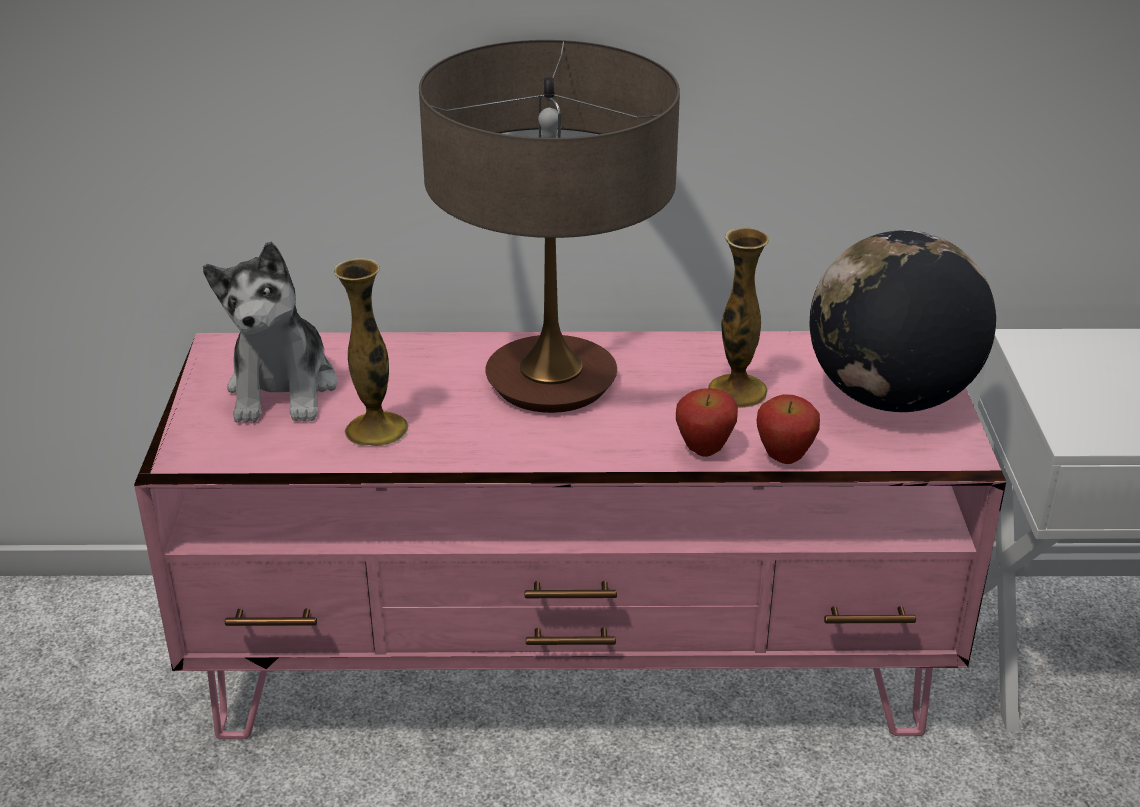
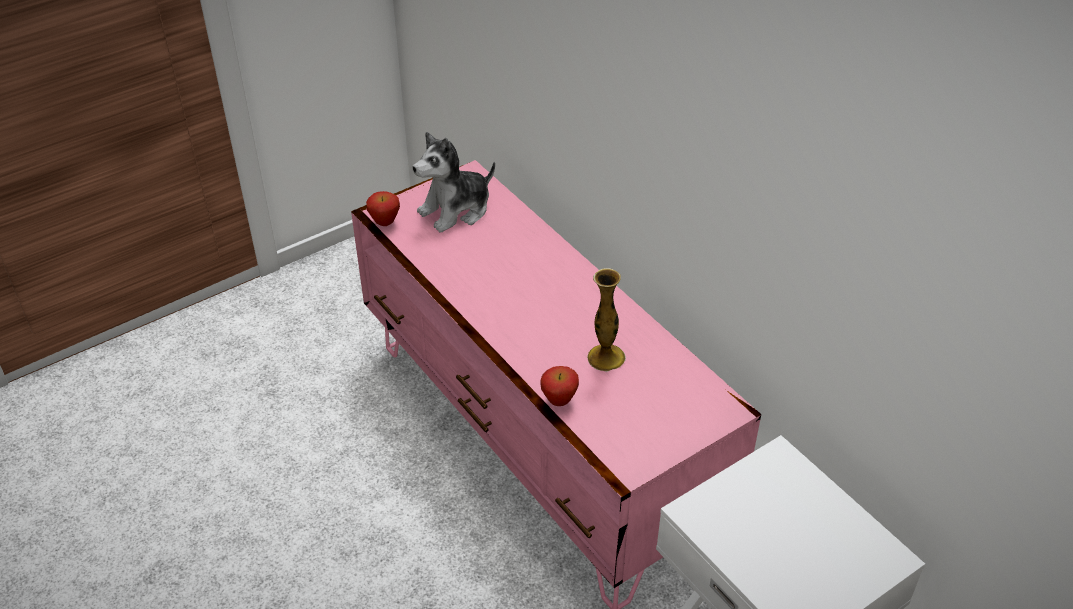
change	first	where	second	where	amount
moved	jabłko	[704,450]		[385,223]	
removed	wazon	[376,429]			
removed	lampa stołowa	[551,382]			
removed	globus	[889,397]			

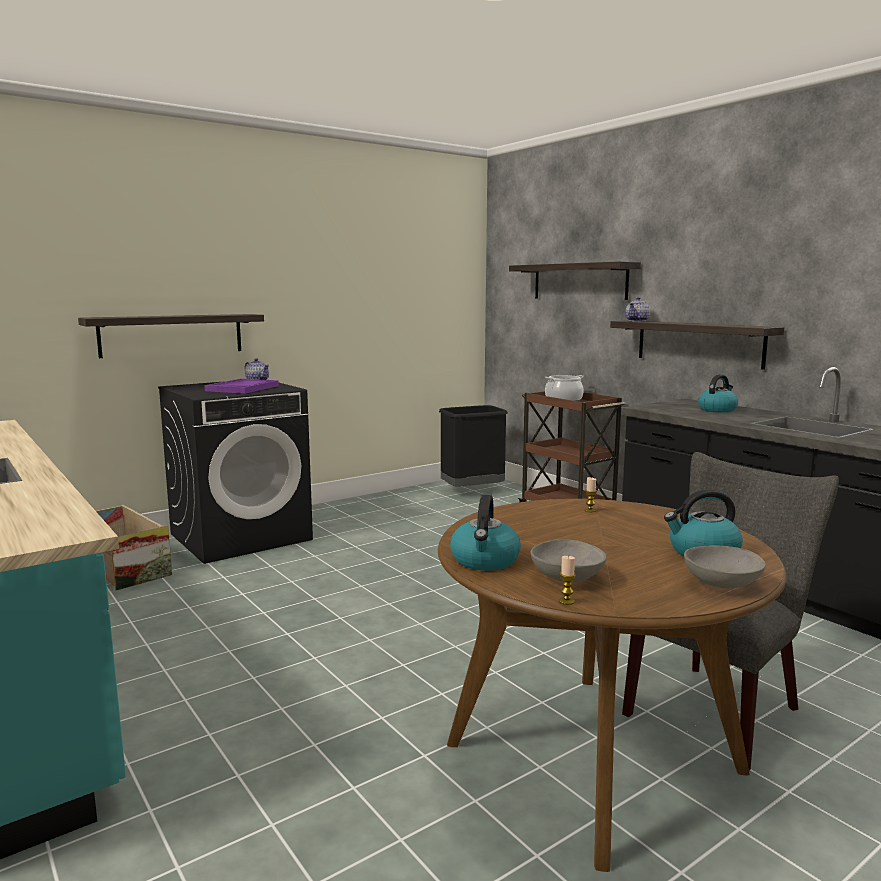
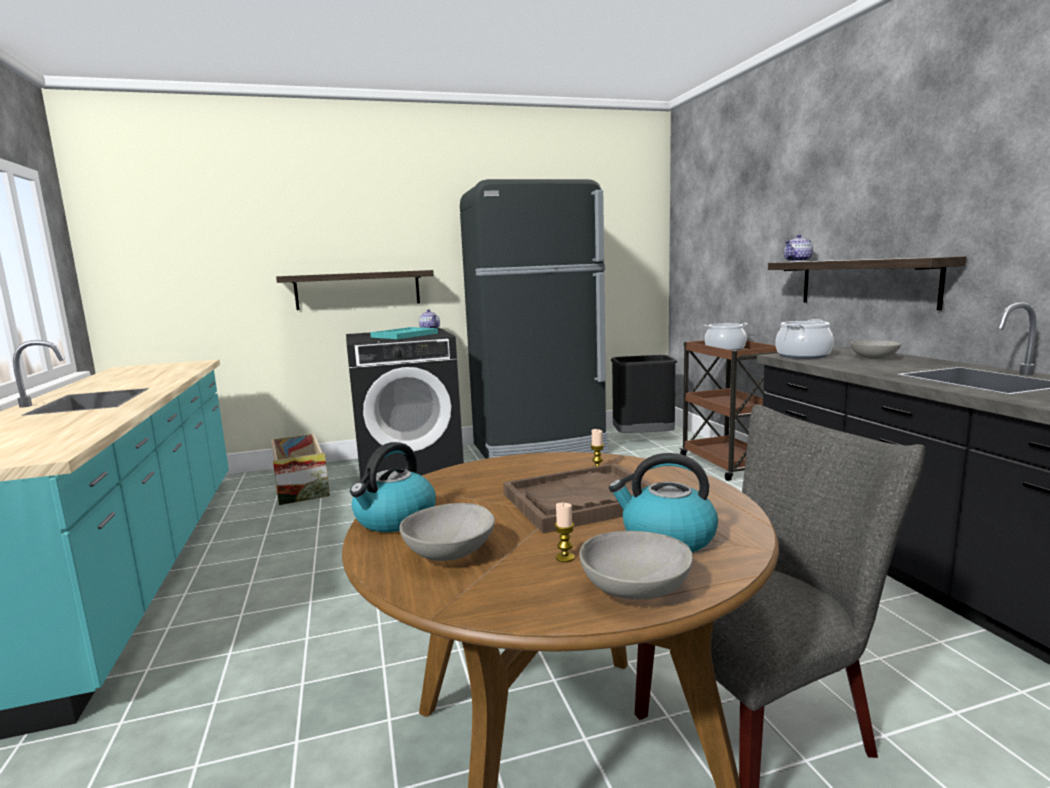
change	first	where	second	where	amount
recoloured	taca (fioletowy)	[242,388]	taca (turkusowy)	[404,335]	
added			lodówka (czarny)	[539,450]	
added			taca (brązowy)	[582,500]	
moved	świeca	[566,601]		[565,557]	
added			garnek	[802,356]	
replaced	czajnik	[717,410]	miska (szary)	[873,358]	
removed	półka	[579,281]			

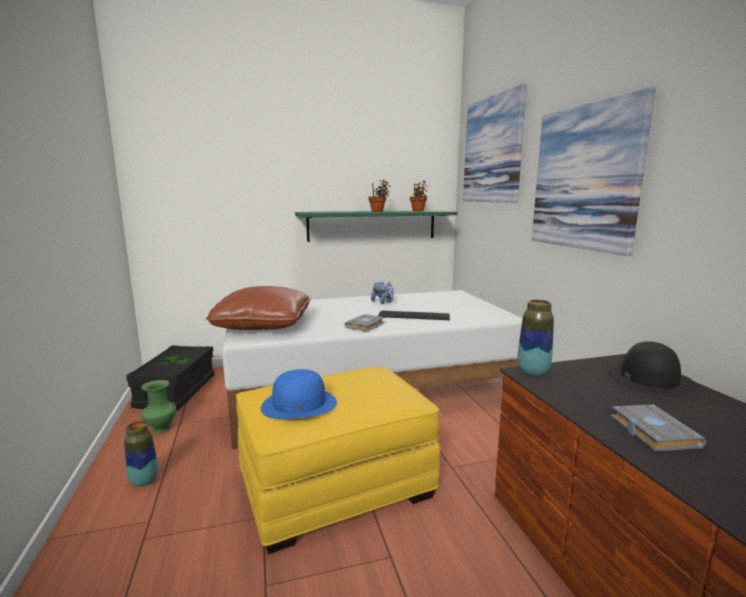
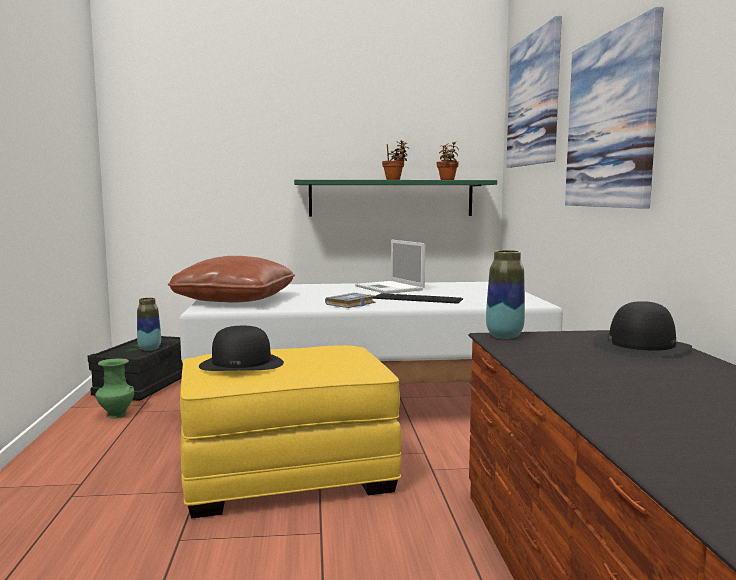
change	first	where	second	where	amount
moved	wazon	[144,481]		[149,349]	
recoloured	kapelusz (niebieski)	[299,404]	kapelusz (czarny)	[242,364]	
replaced	pluszak	[383,302]	laptop	[390,288]	
removed	książka (szary)	[650,431]			

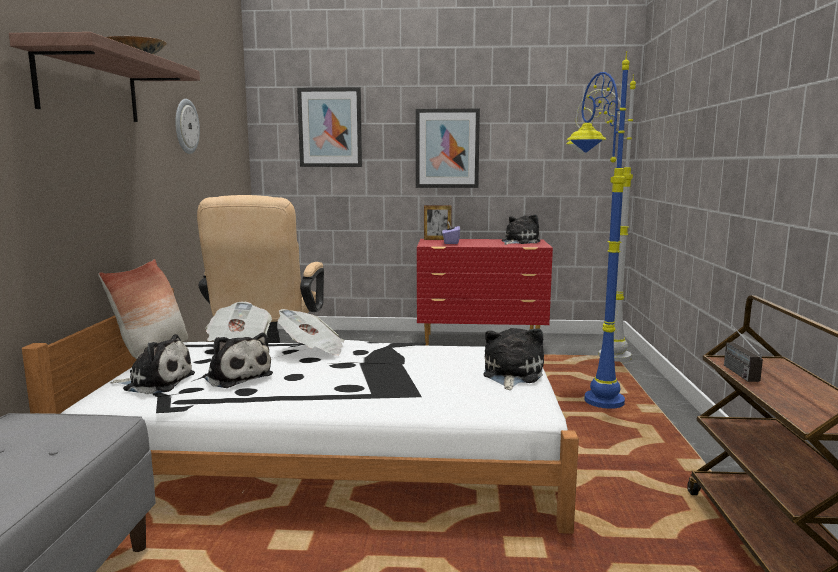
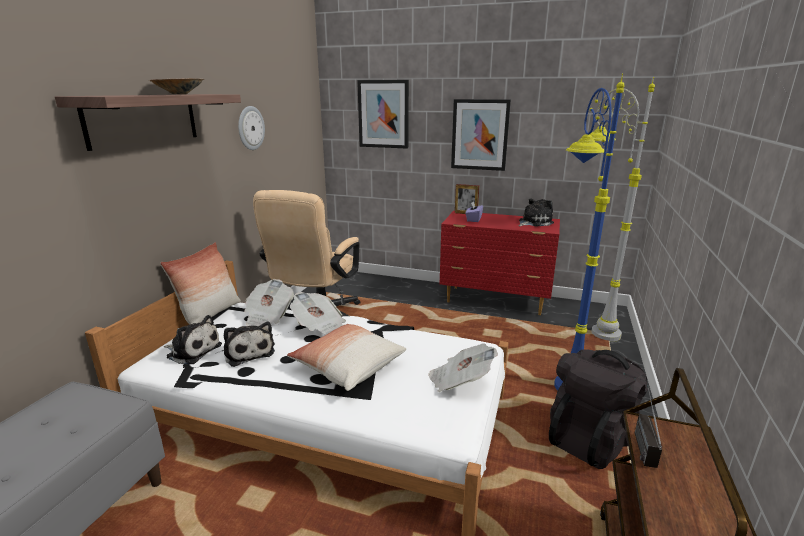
change	first	where	second	where	amount
added			poduszka	[347,367]	
replaced	pluszak	[511,375]	gazeta	[460,381]	
added			plecak (czarny)	[590,438]	

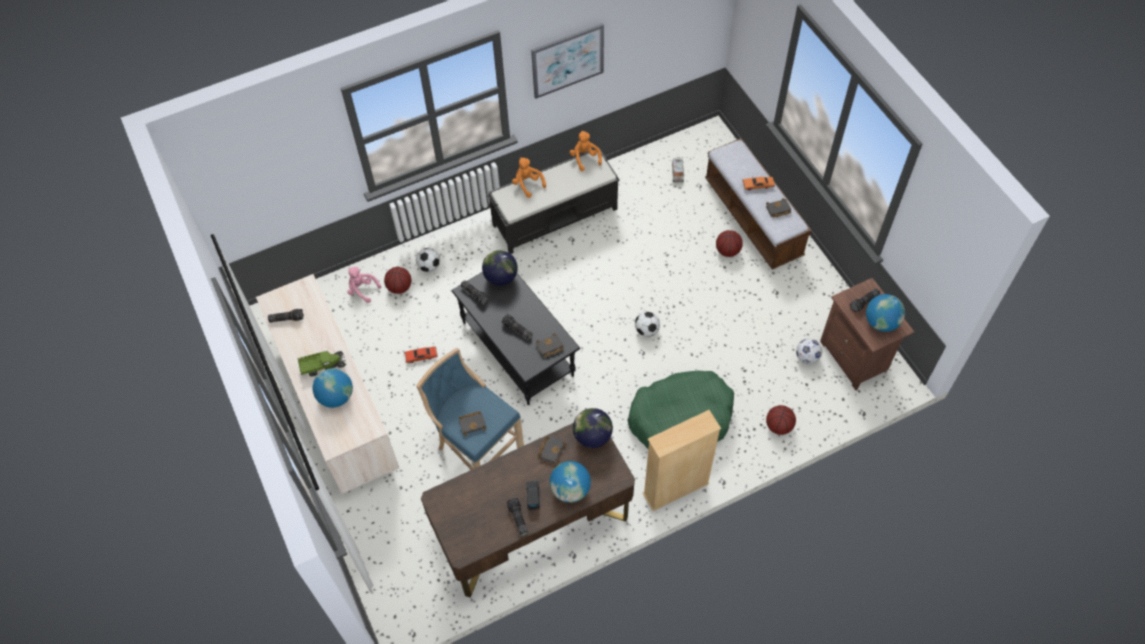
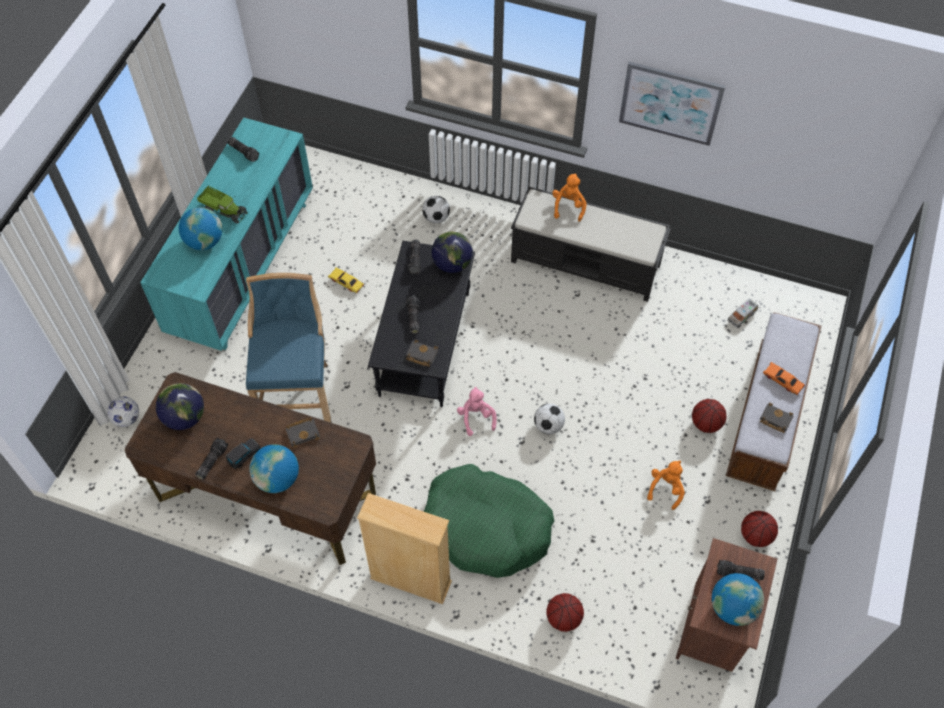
change	first	where	second	where	amount
moved	piłka futbolowa	[806,357]		[127,418]	
recoloured	komoda (beżowy)	[337,407]	komoda (turkusowy)	[243,267]	
moved	globus	[592,436]		[185,417]	
recoloured	samochodzik (czerwony)	[421,356]	samochodzik (żółty)	[346,283]	
moved	pluszak (różowy)	[362,290]		[476,417]	
moved	pluszak (pomarańczowy)	[585,158]		[666,488]	
moved	piłka do koszykówki	[400,287]		[755,536]	
removed	książka (czarny)	[473,423]			

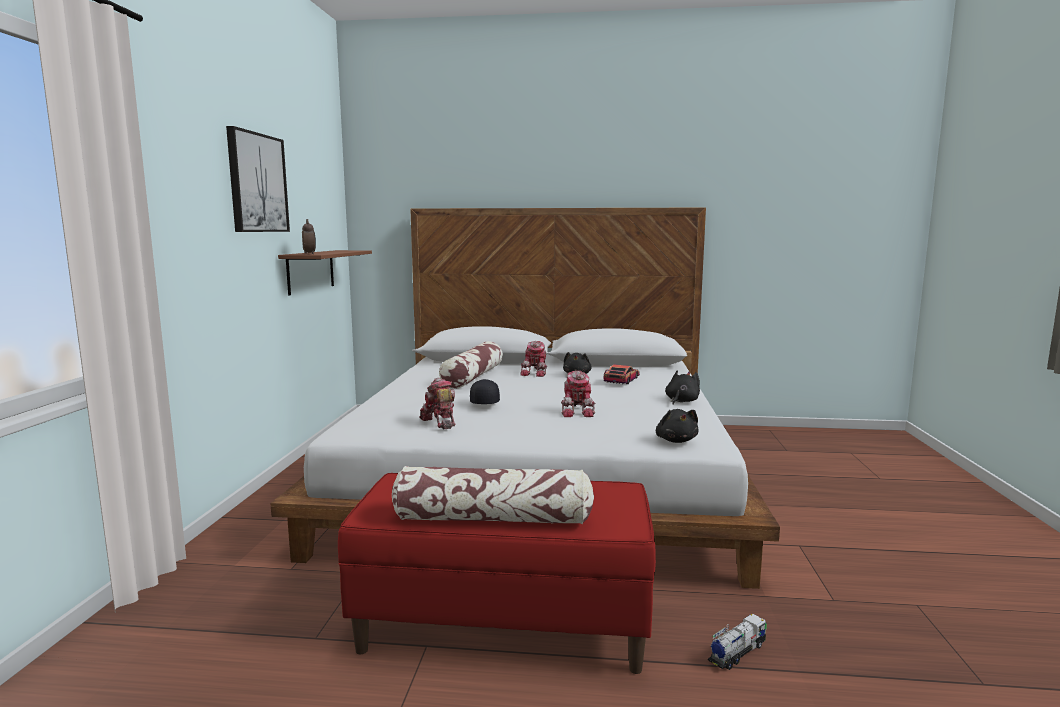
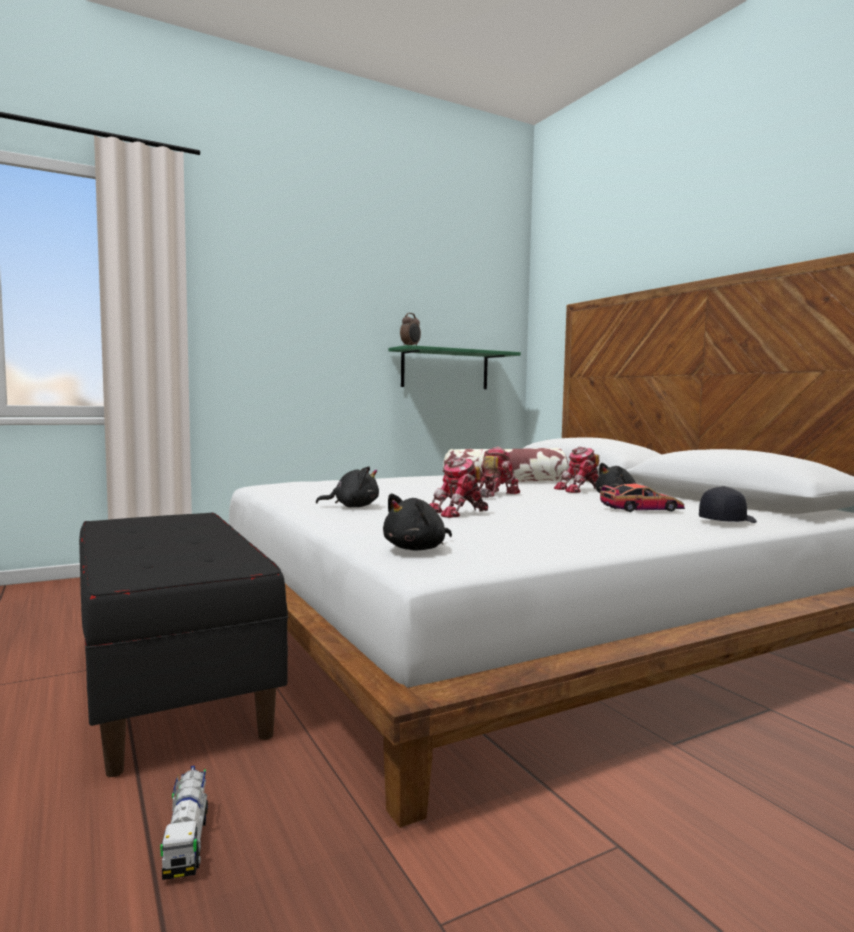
change	first	where	second	where	amount
recoloured	ławka (czerwony)	[504,625]	ławka (czarny)	[172,684]	
turned	ciężarówka zabawkowa	[737,653]		[187,841]	60 degrees clockwise
moved	pluszak (czarny)	[681,401]		[353,507]	
recoloured	półka (brązowy)	[311,271]	półka (zielony)	[445,369]	
moved	robot zabawkowy	[439,422]		[494,494]	
moved	czapka z daszkiem (czarny)	[484,402]		[726,521]	
removed	obraz	[257,183]			
removed	poduszka	[493,519]			

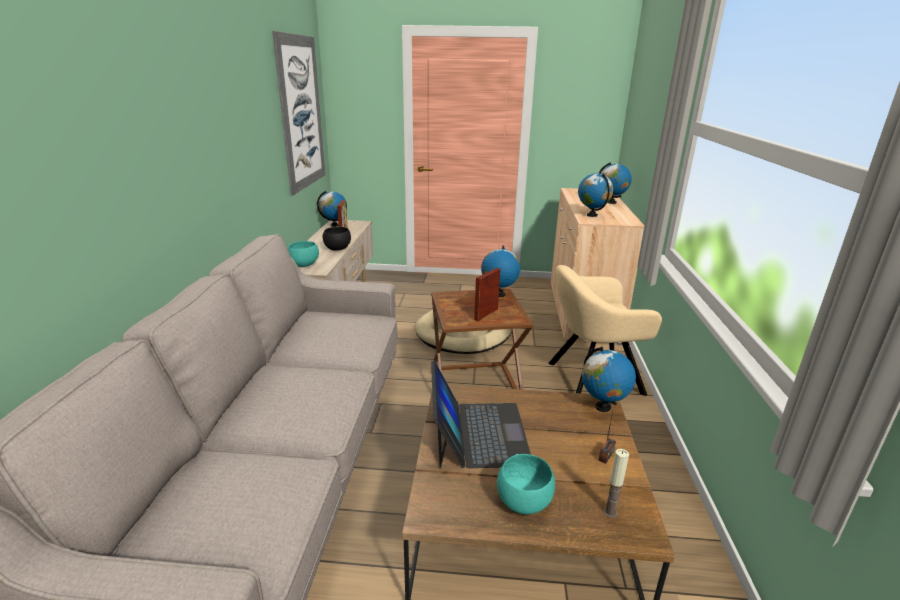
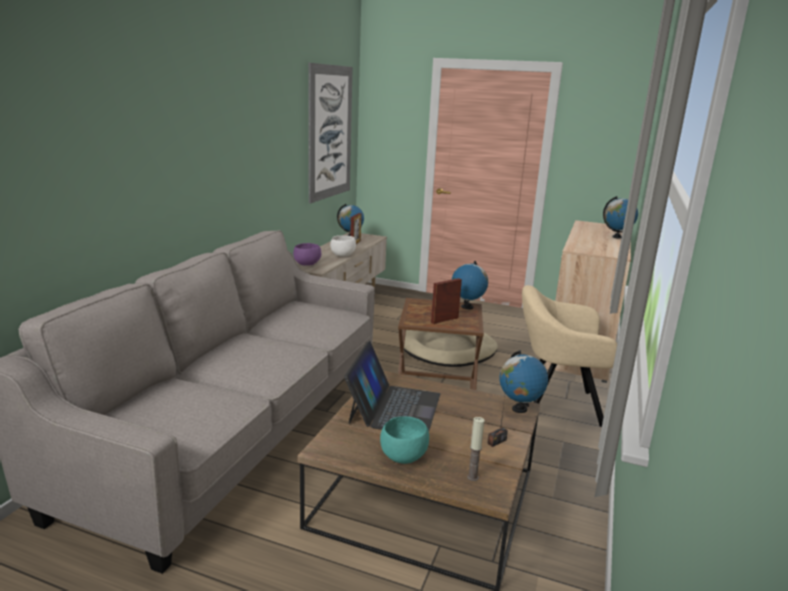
change	first	where	second	where	amount
recoloured	miska (turkusowy)	[303,265]	miska (fioletowy)	[306,264]	
recoloured	miska (czarny)	[337,249]	miska (biały)	[343,255]	
removed	globus	[592,215]			

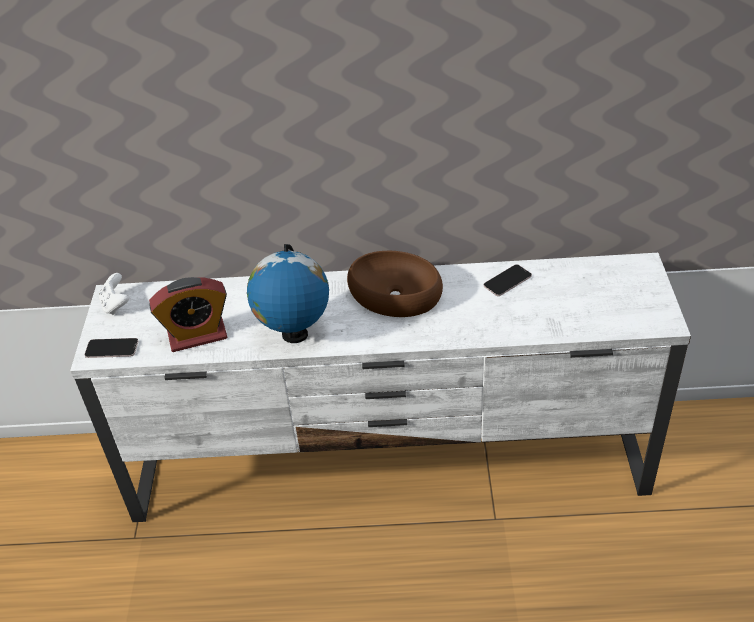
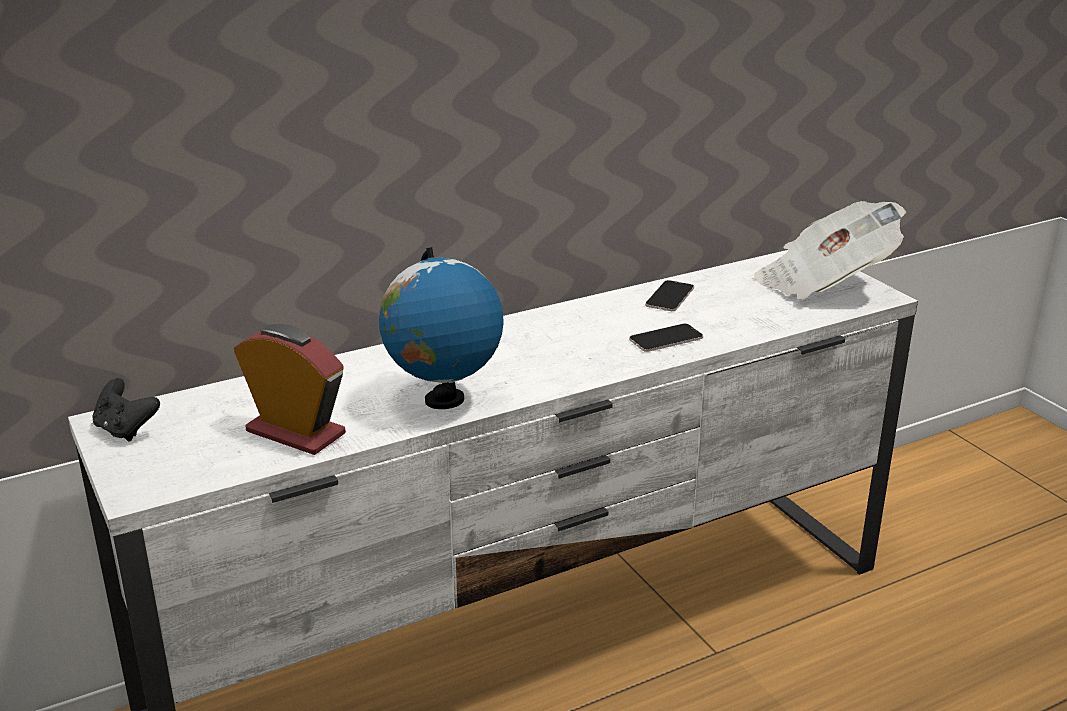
change	first	where	second	where	amount
recoloured	pad do gier (biały)	[116,305]	pad do gier (czarny)	[126,430]	
turned	budzik	[197,336]		[295,433]	105 degrees counterclockwise
moved	telefon	[112,348]		[666,339]	
added			gazeta	[824,283]	
removed	miska (brązowy)	[394,295]			

